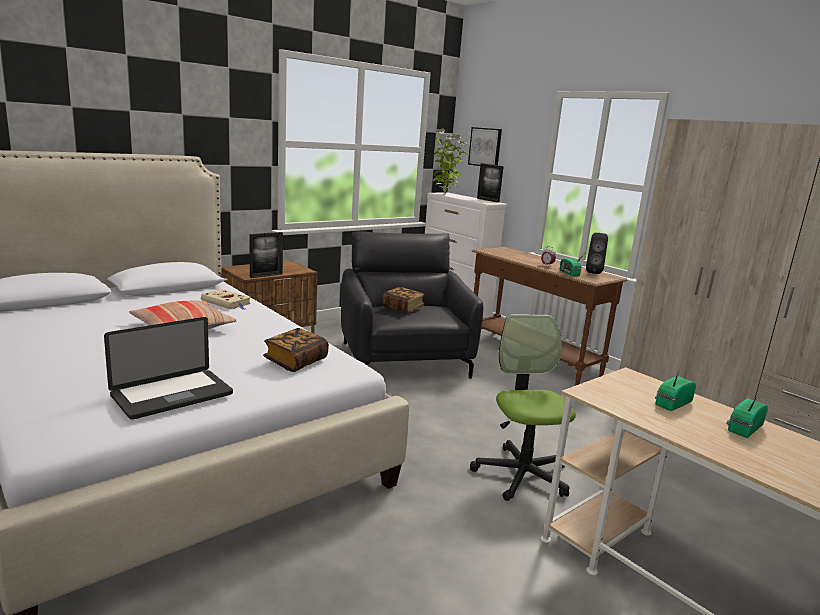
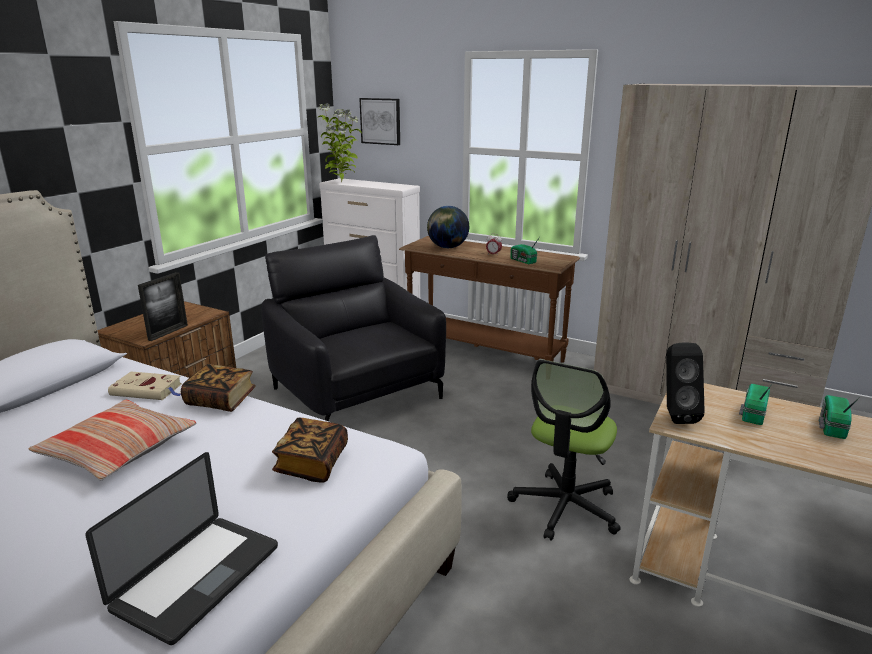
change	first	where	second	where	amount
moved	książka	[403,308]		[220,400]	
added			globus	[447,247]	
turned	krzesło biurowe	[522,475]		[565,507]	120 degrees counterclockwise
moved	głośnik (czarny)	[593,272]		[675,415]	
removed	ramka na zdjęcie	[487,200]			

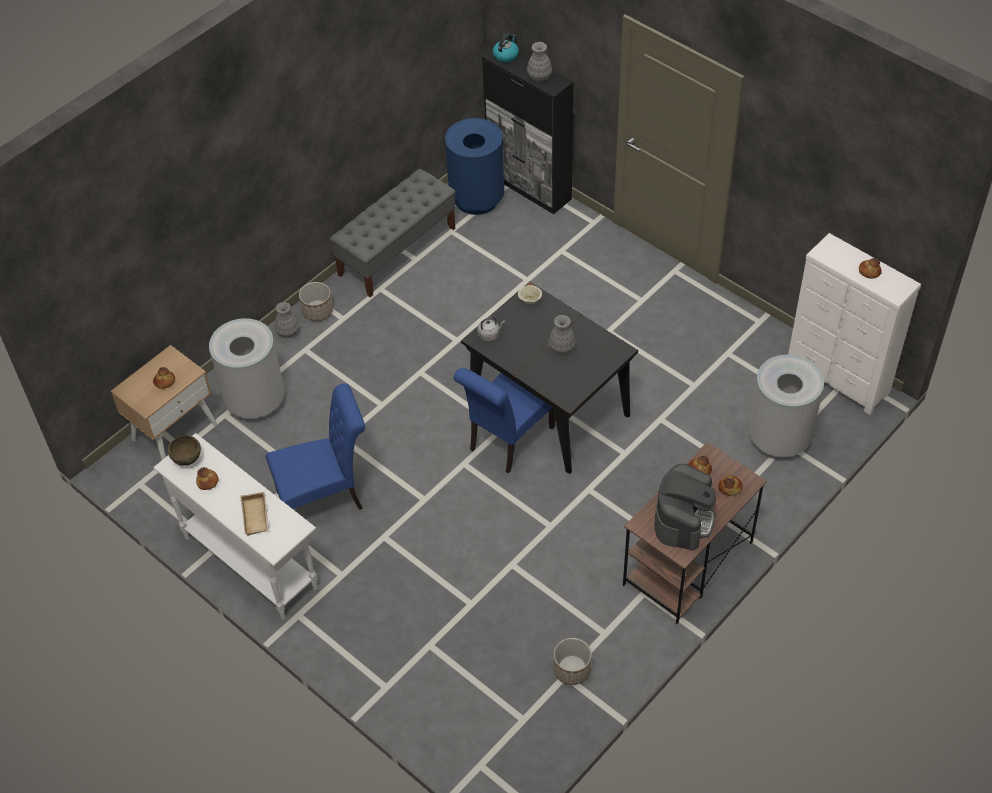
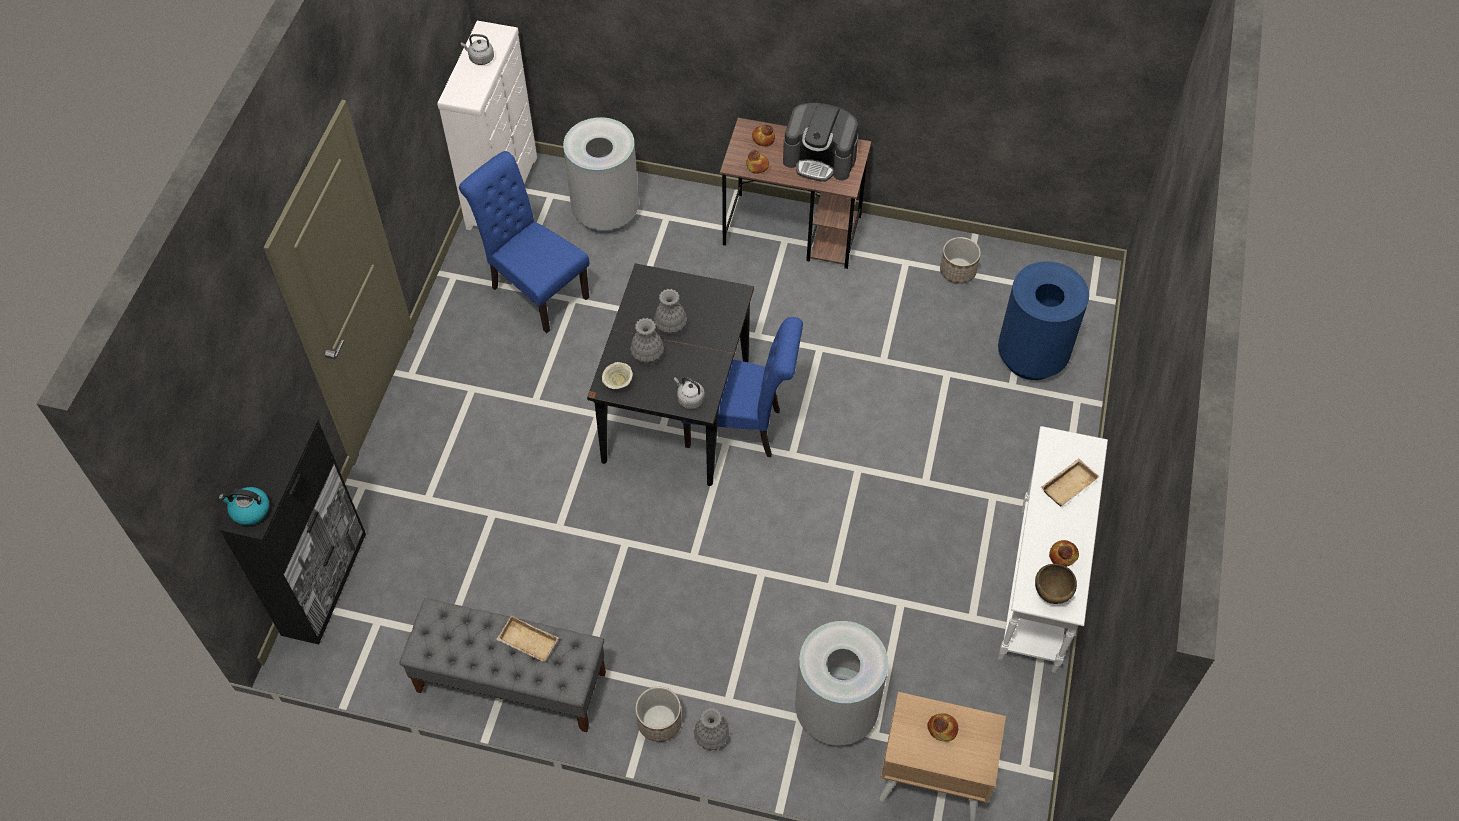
change	first	where	second	where	amount
moved	krzesło (niebieski)	[325,499]		[534,290]	
replaced	chleb	[869,271]	czajnik (szary)	[480,58]	
added			taca (beżowy)	[526,642]	
moved	wazon (szary)	[539,76]		[647,356]	
turned	ekspres do kawy	[683,519]		[820,158]	150 degrees counterclockwise
moved	kosz na śmieci (niebieski)	[476,199]		[1031,357]	

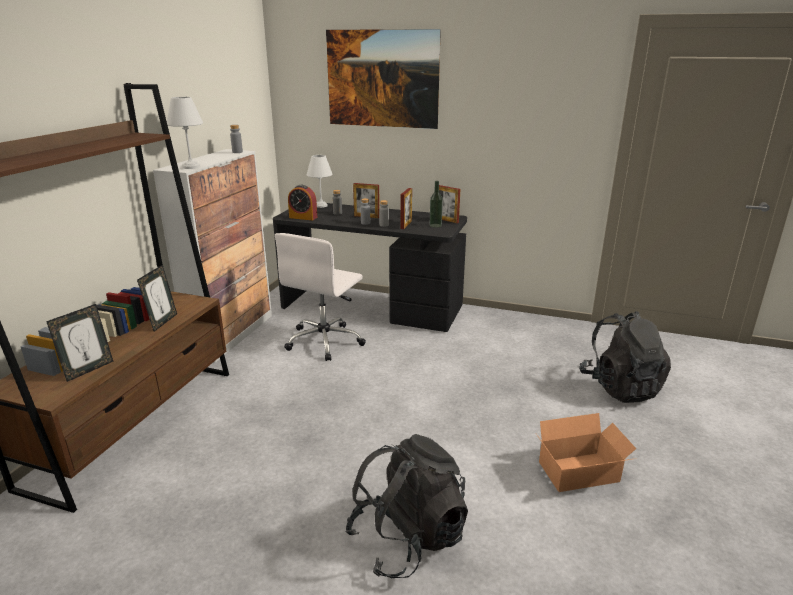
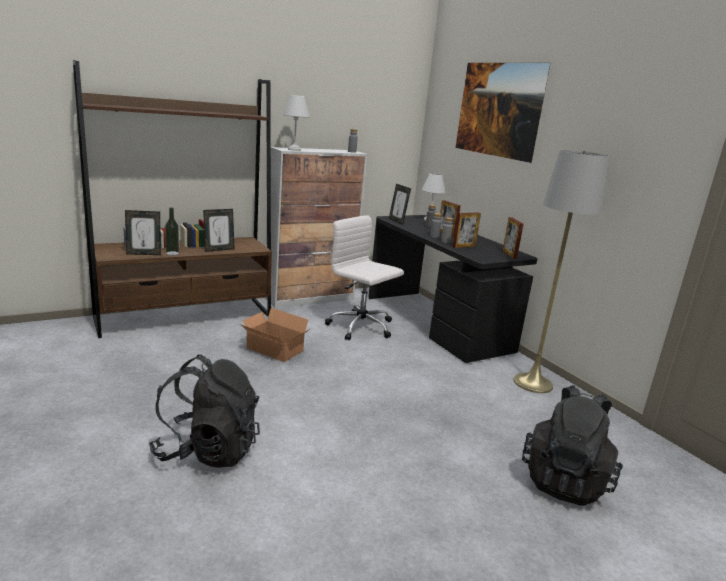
change	first	where	second	where	amount
moved	butelka	[435,225]		[172,253]	
moved	karton	[581,473]		[274,350]	
turned	krzesło biurowe (biały)	[325,341]		[361,327]	60 degrees clockwise
replaced	budzik	[303,217]	ramka na zdjęcie	[397,221]	
added			lampa stojąca (szary)	[533,383]	

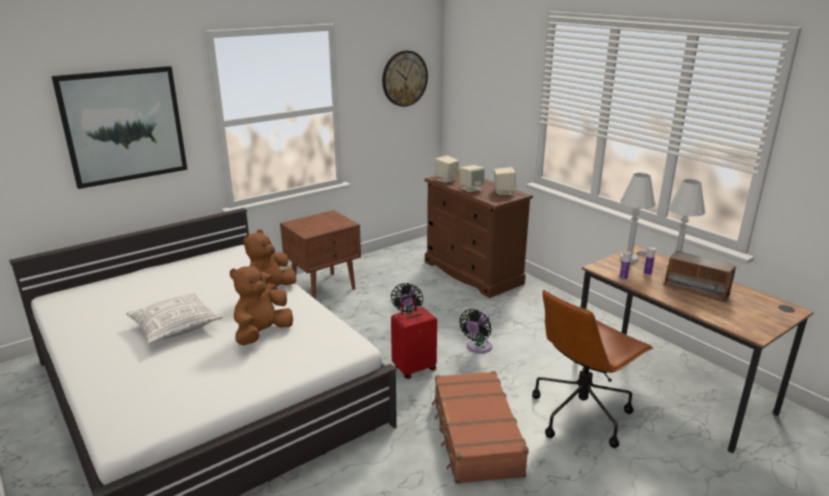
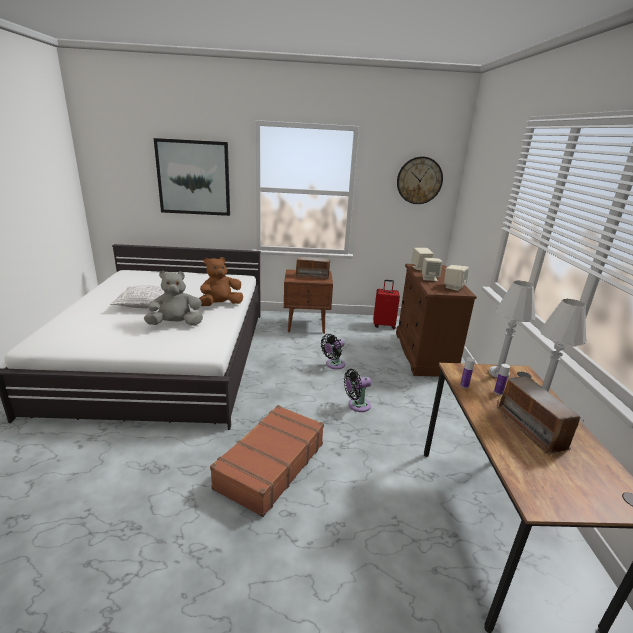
change	first	where	second	where	amount
recoloured	pluszak (brązowy)	[262,334]	pluszak (szary)	[176,324]	
added			radio	[312,276]	
moved	walizka (czerwony)	[414,368]		[384,325]	
removed	krzesło biurowe (brązowy)	[581,413]			

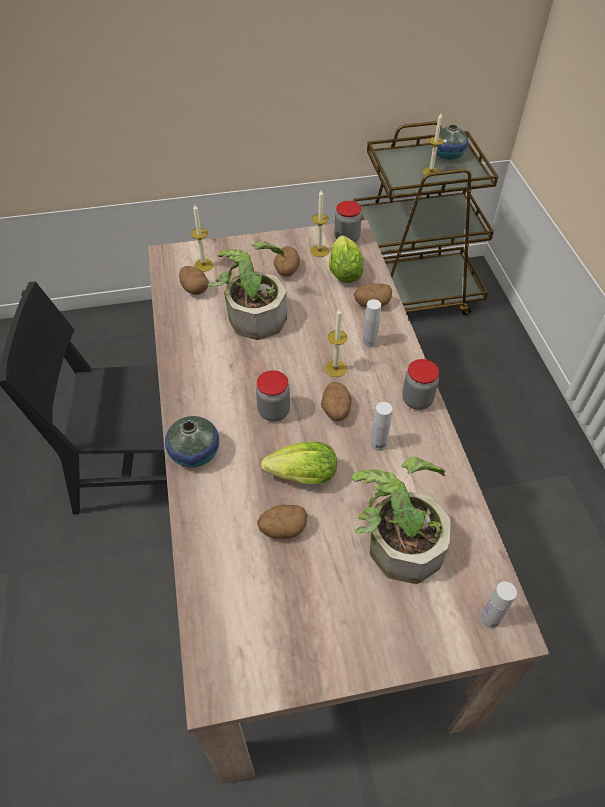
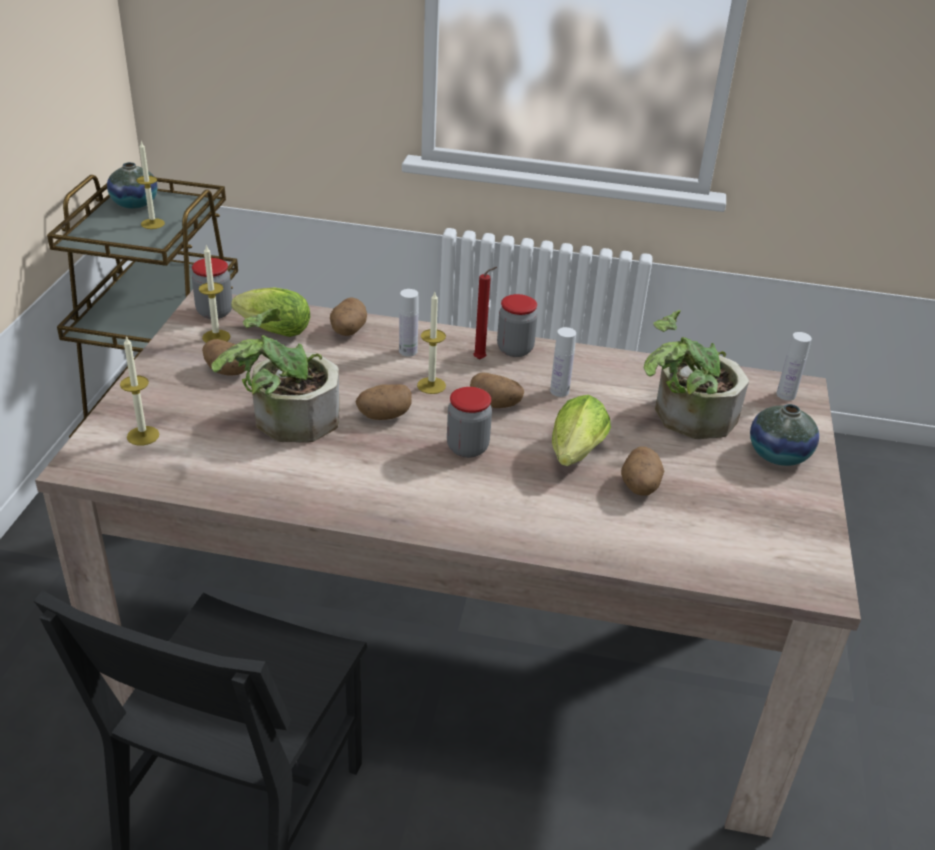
change	first	where	second	where	amount
moved	ziemniak	[194,288]		[384,415]	
added			świeca (czerwony)	[481,359]	
moved	wazon	[195,453]		[778,454]	

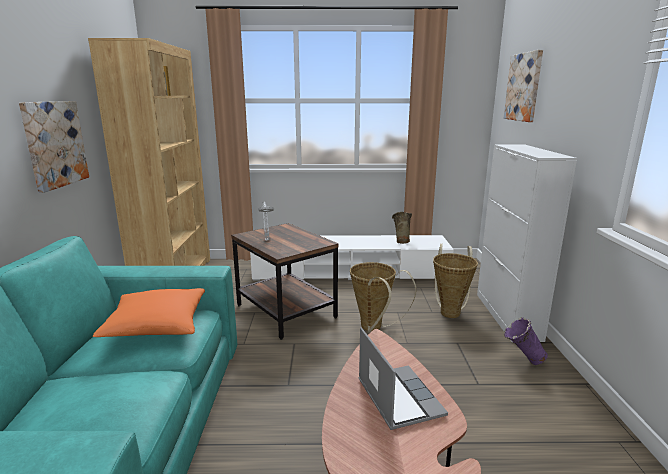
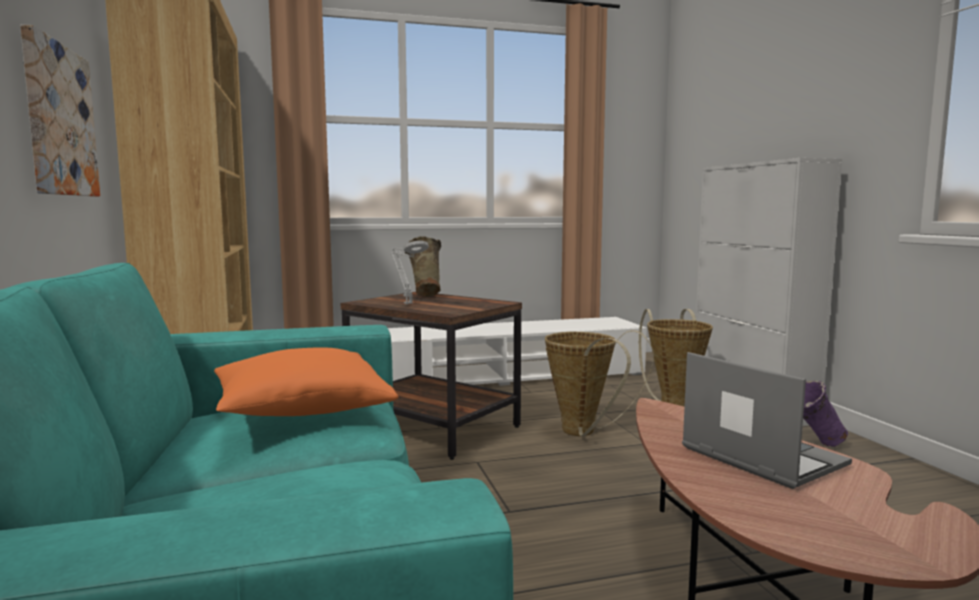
change	first	where	second	where	amount
moved	wazon (beżowy)	[401,241]		[425,295]	
removed	obraz	[524,87]			

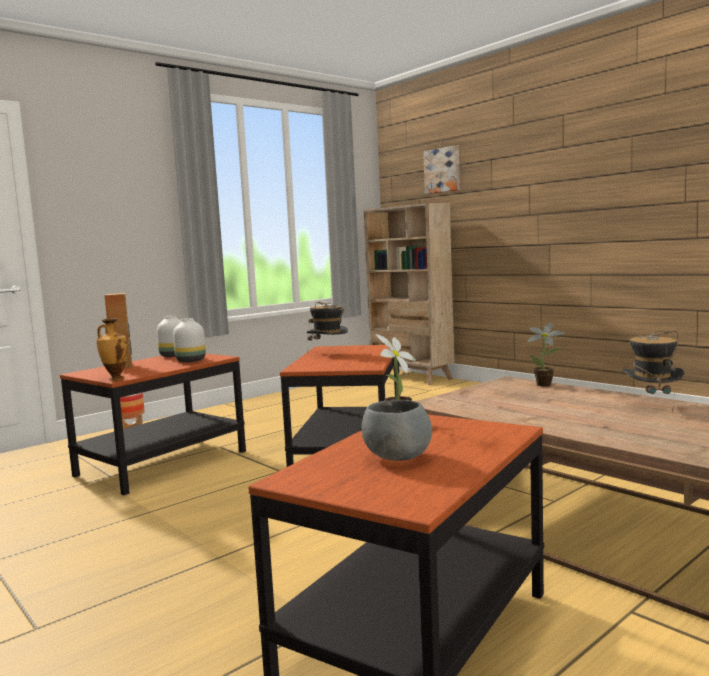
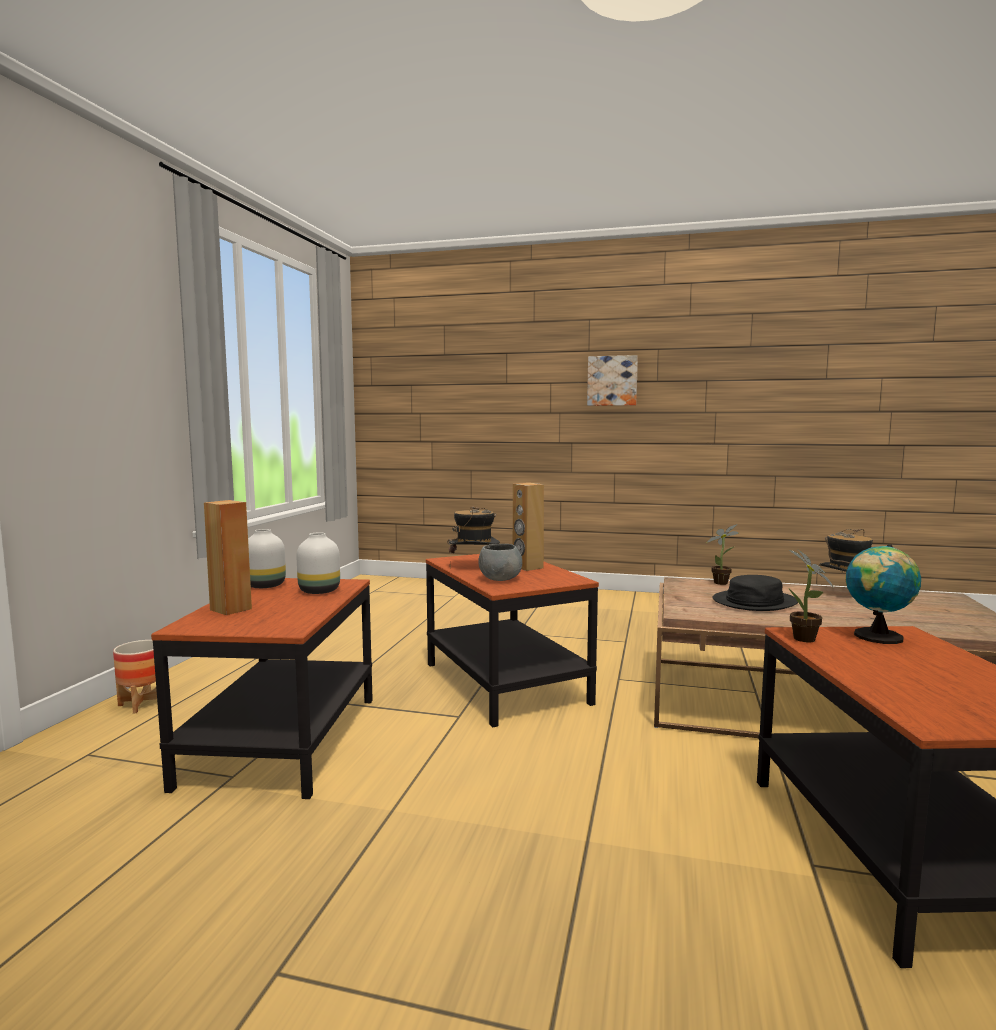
change	first	where	second	where	amount
moved	miska (szary)	[397,457]		[500,579]	
added			głośnik (brązowy)	[527,567]	
moved	obraz	[443,170]		[612,381]	
added			kapelusz (czarny)	[754,602]	
added			globus	[877,637]	
removed	wazon	[115,379]			
removed	regał (beżowy)	[411,377]			

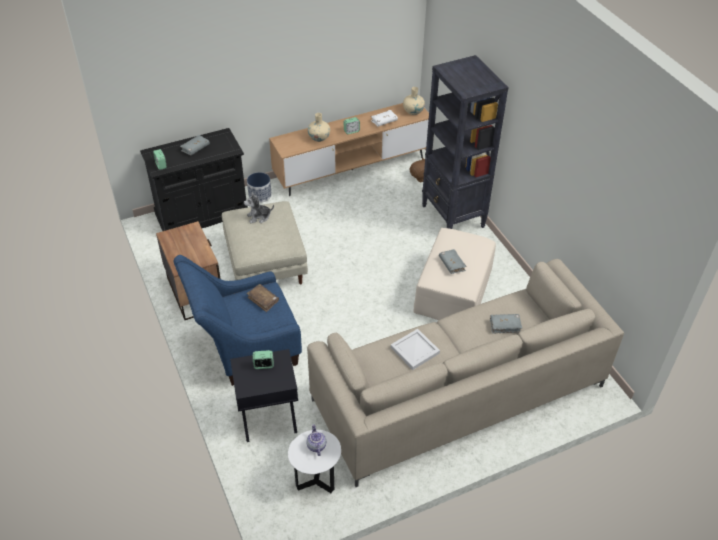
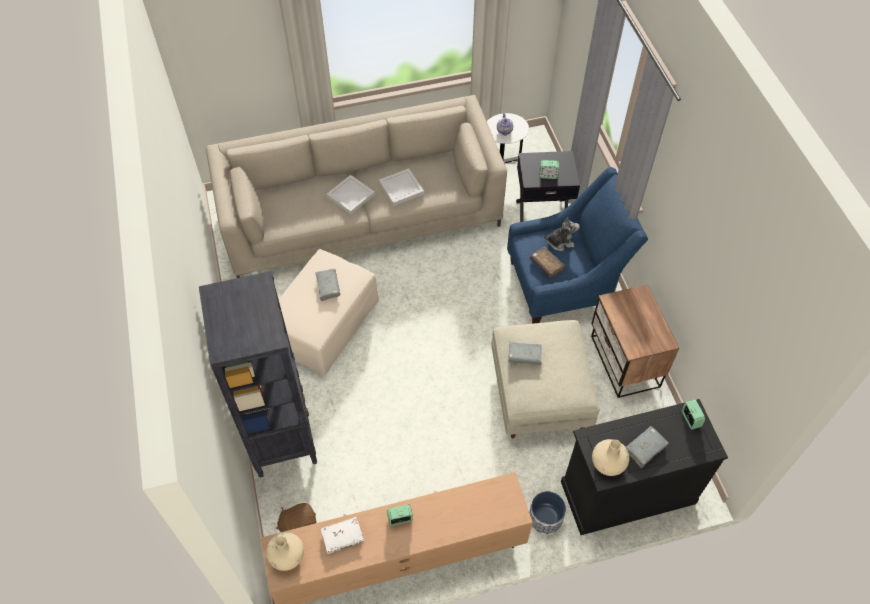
change	first	where	second	where	amount
added			taca (biały)	[350,196]	
moved	książka (szary)	[505,326]		[524,356]	
moved	pluszak	[259,217]		[560,242]	
moved	wazon (beżowy)	[319,138]		[607,464]	

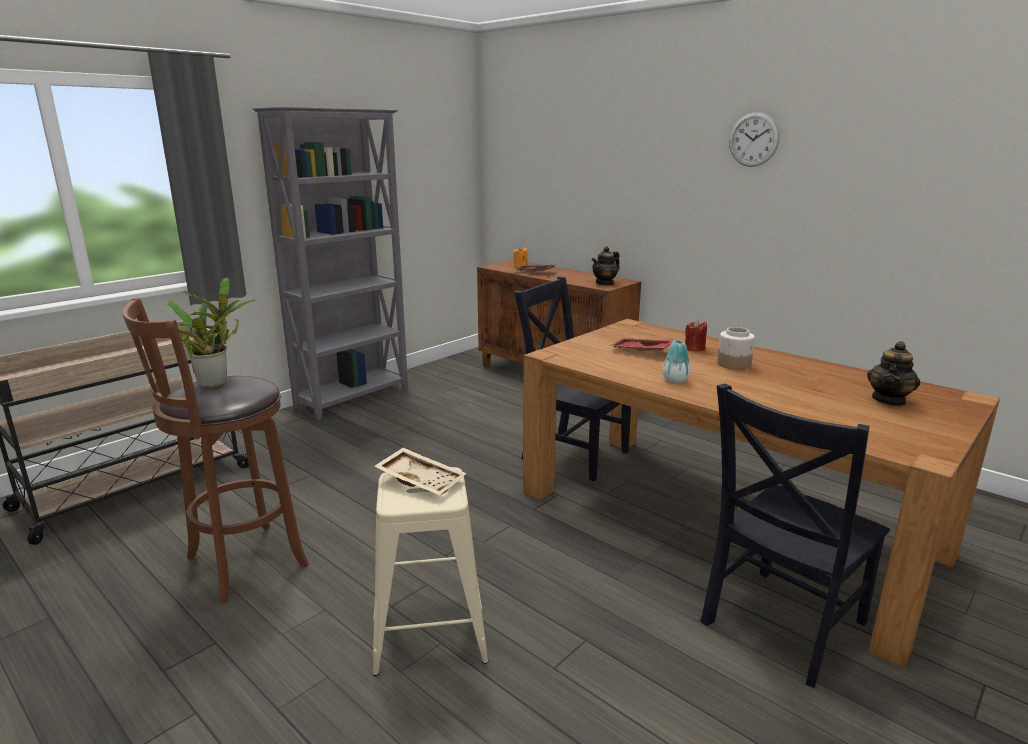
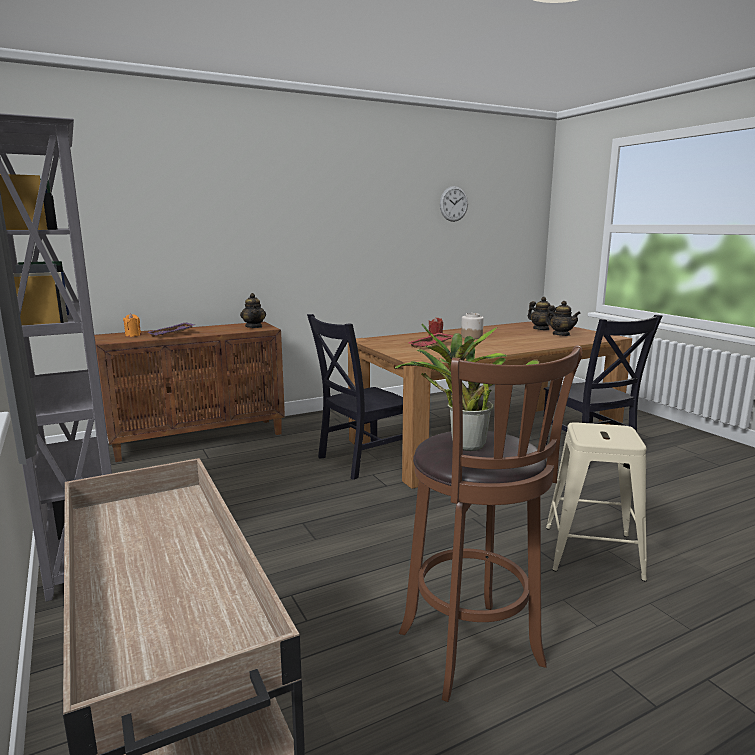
change	first	where	second	where	amount
moved	zegar ścienny	[754,139]		[453,204]	
added			imbryk	[561,335]	
removed	taca (beżowy)	[421,480]			
removed	wazon	[675,380]			

